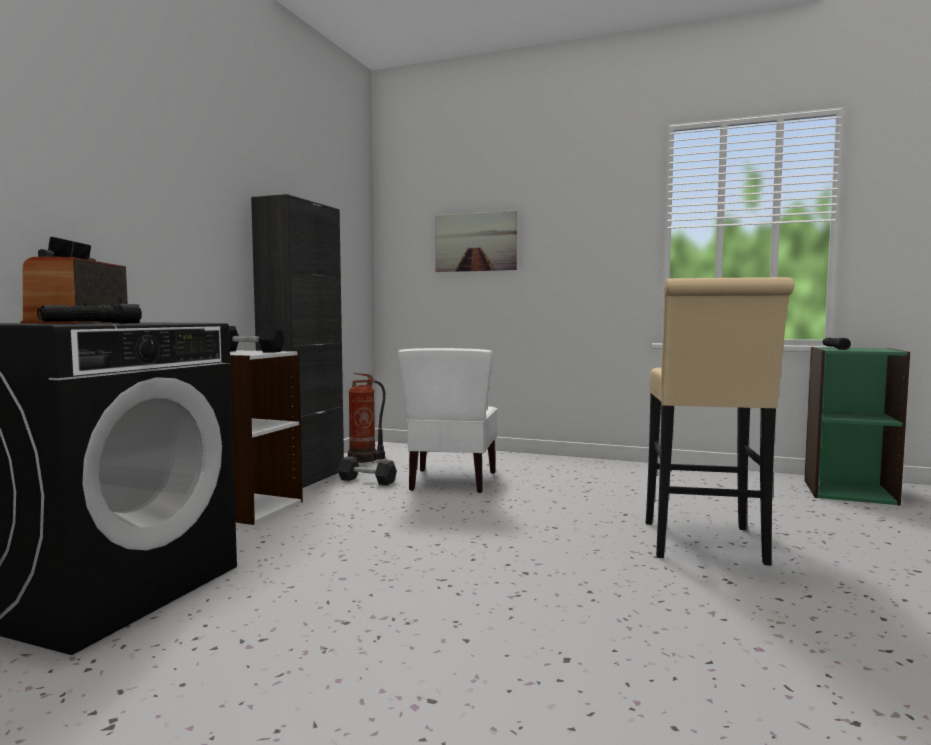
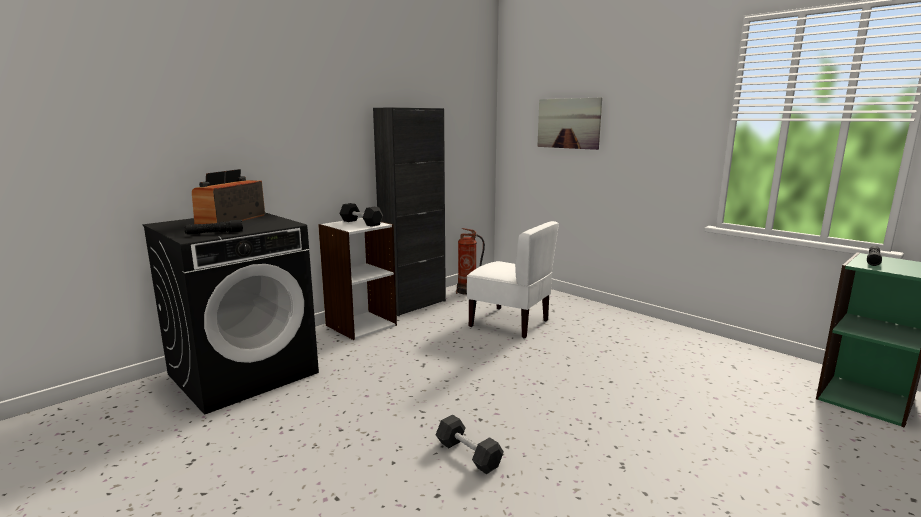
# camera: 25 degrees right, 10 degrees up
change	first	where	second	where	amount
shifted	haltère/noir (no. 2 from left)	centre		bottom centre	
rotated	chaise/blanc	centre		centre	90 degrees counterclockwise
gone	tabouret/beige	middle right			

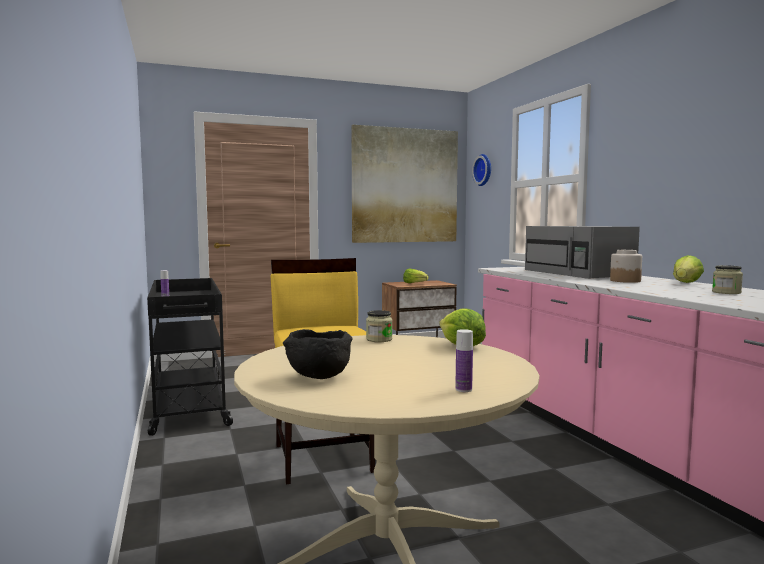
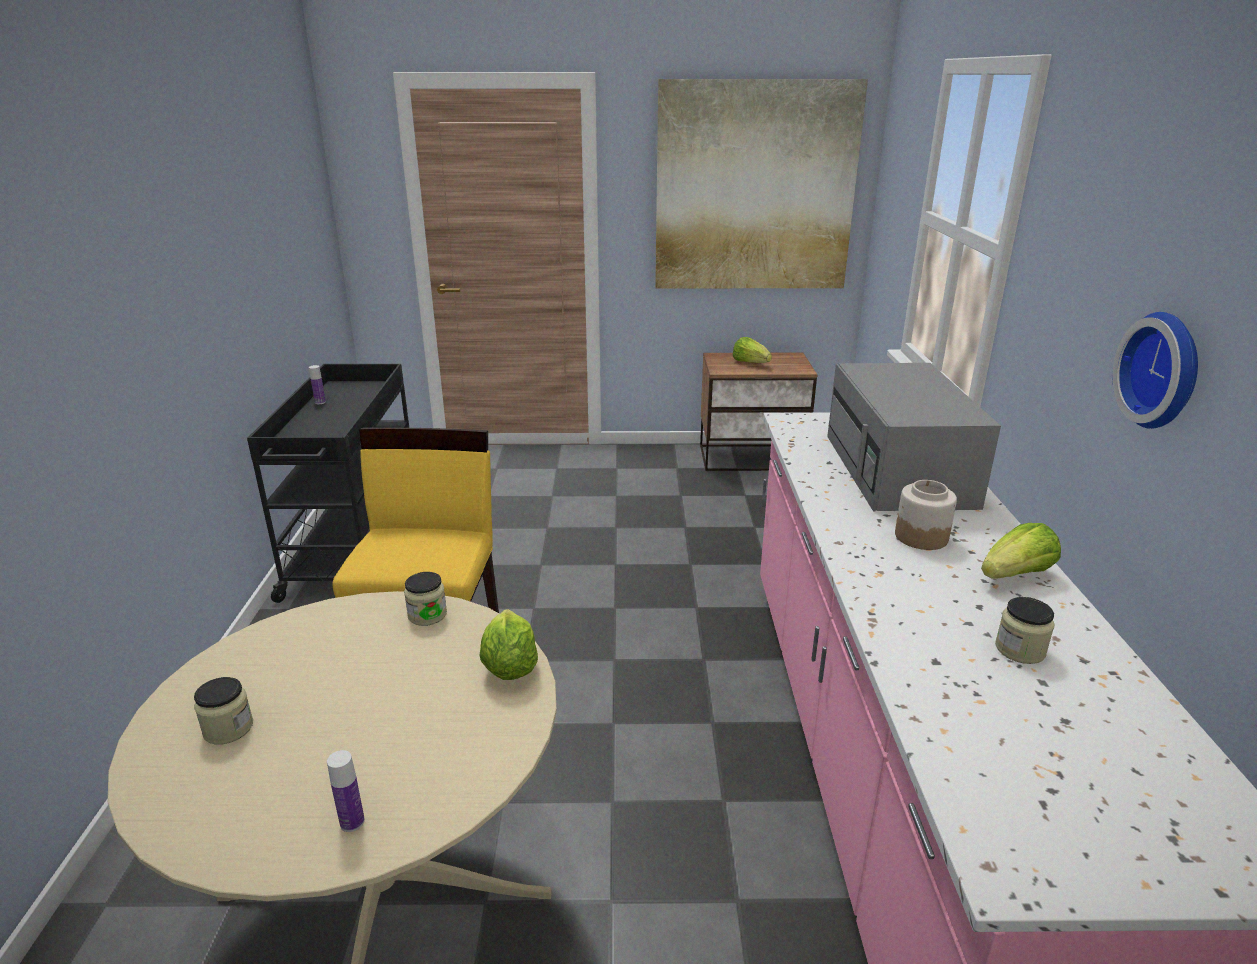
# camera: 20 degrees right, 20 degrees up
change	first	where	second	where	amount
swapped	bol/noir	centre	bocal (no. 1 from left)	bottom left	
shifted	horloge murale	top centre		middle right	

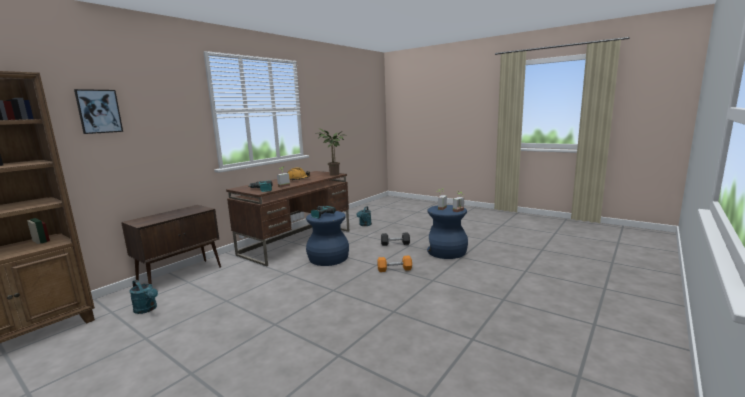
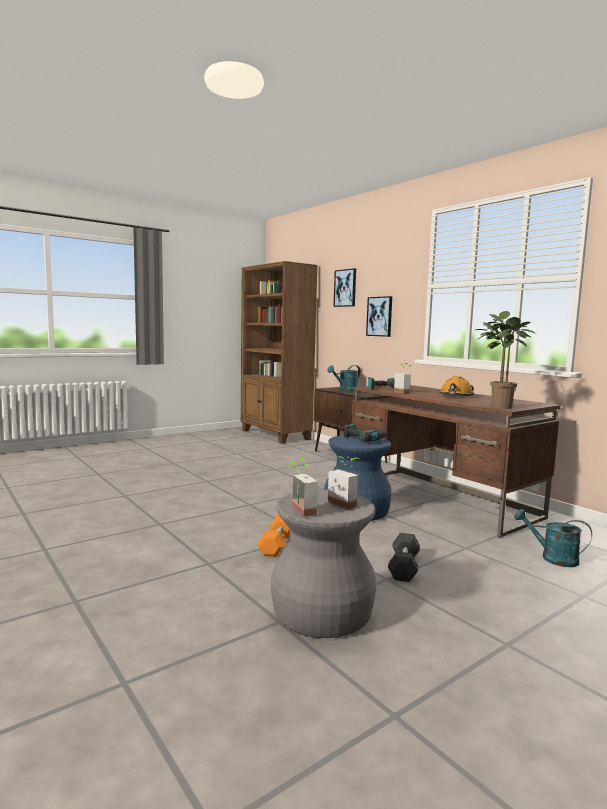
# camera: 105 degrees right, 5 degrees down
change	first	where	second	where	amount
repainted	tabouret/bleu (no. 2 from left)	centre	tabouret/gris	bottom centre	
shifted	arrosoir/turquoise (no. 1 from left)	bottom left		centre	
new			tableau (no. 2 from left)	centre	

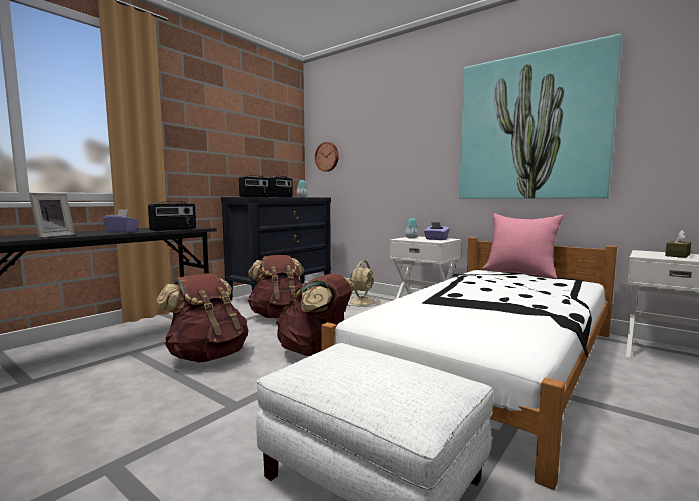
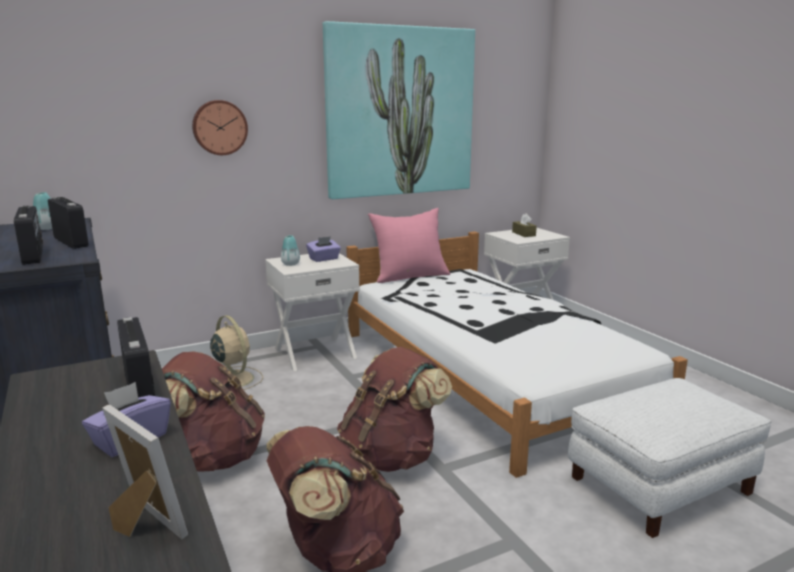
# camera: 65 degrees left, 10 degrees up
change	first	where	second	where	amount
shifted	horloge murale	top centre		top left	

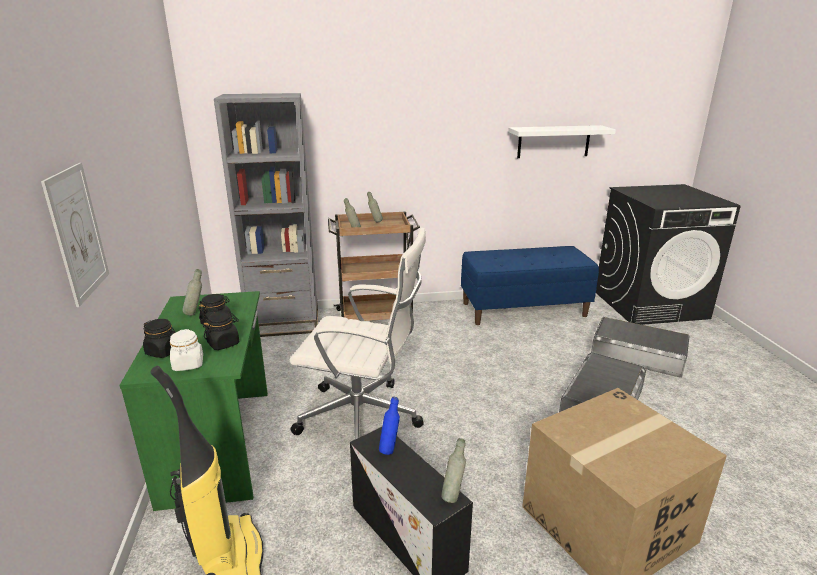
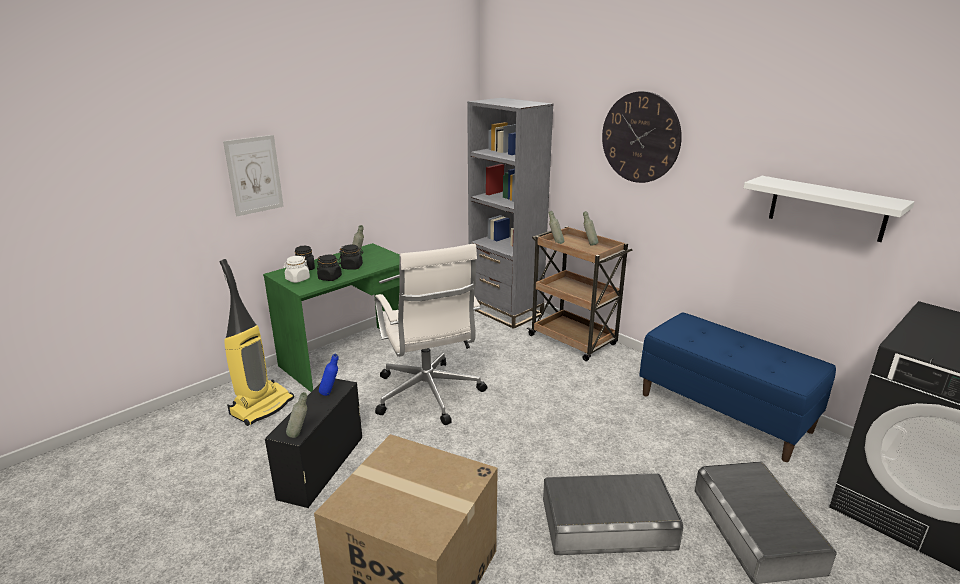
# camera: 55 degrees right, 0 degrees up
change	first	where	second	where	amount
new			horloge murale	top right	

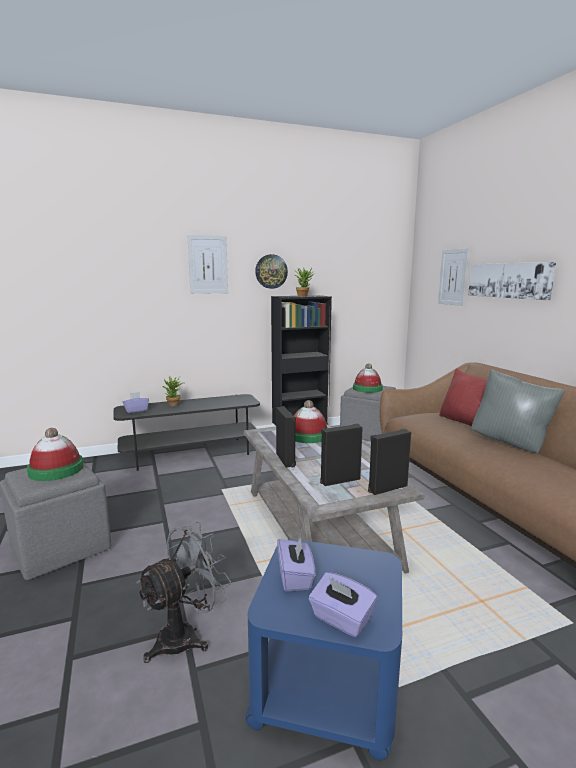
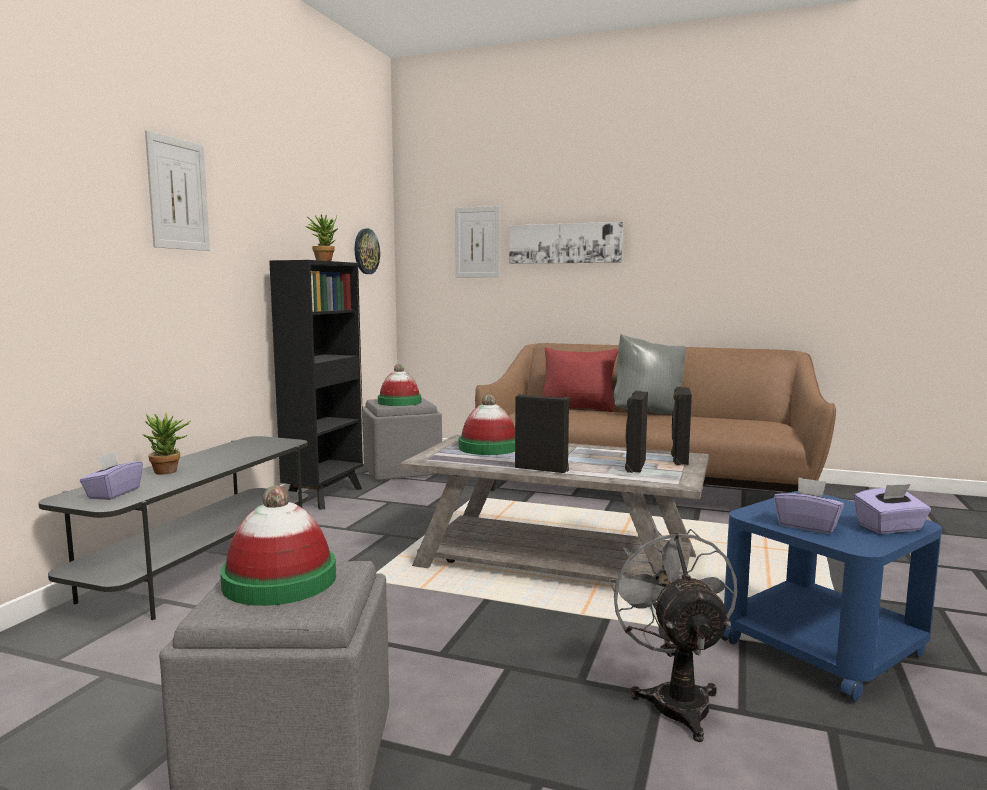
# camera: 50 degrees left, 5 degrees down
change	first	where	second	where	amount
shifted	horloge murale	centre		top centre	

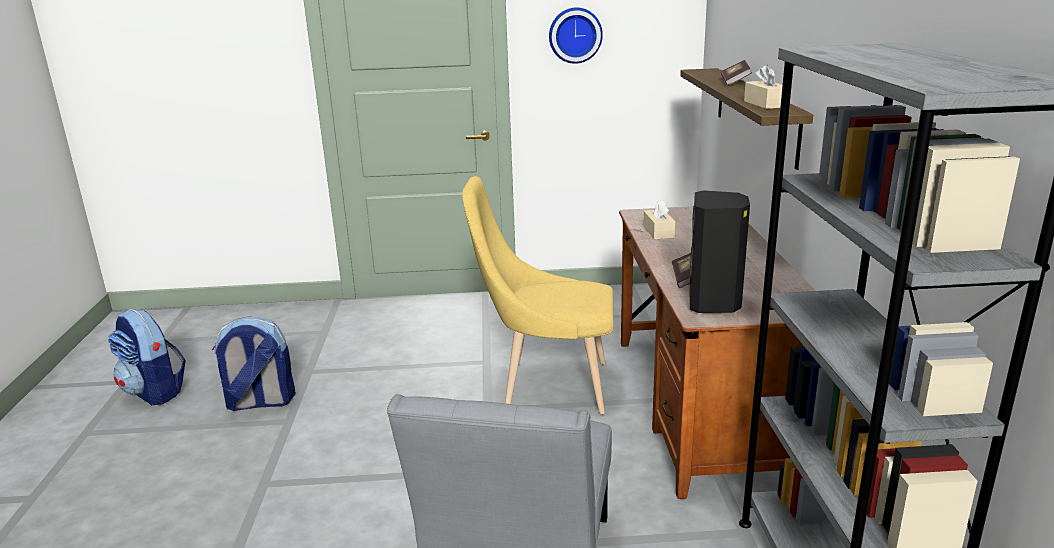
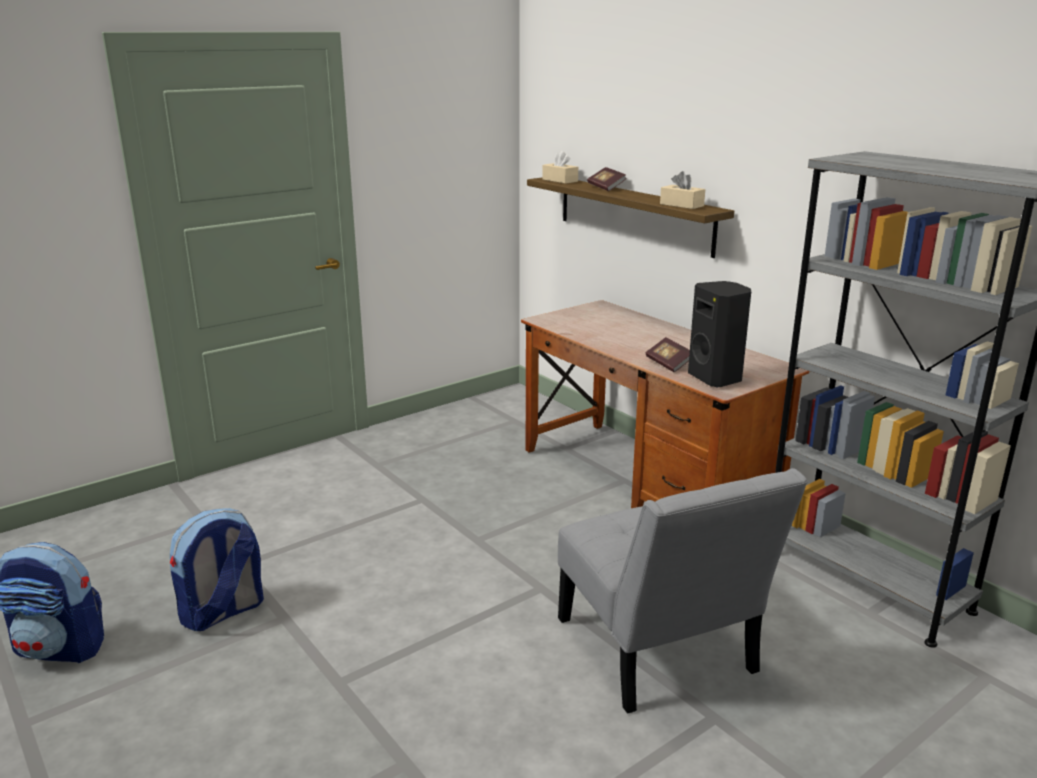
# camera: 35 degrees left, 0 degrees up
change	first	where	second	where	amount
shifted	boîte à mouchoirs/beige (no. 1 from left)	centre		top centre	
gone	chaise/jaune	centre			
gone	horloge murale	top centre			

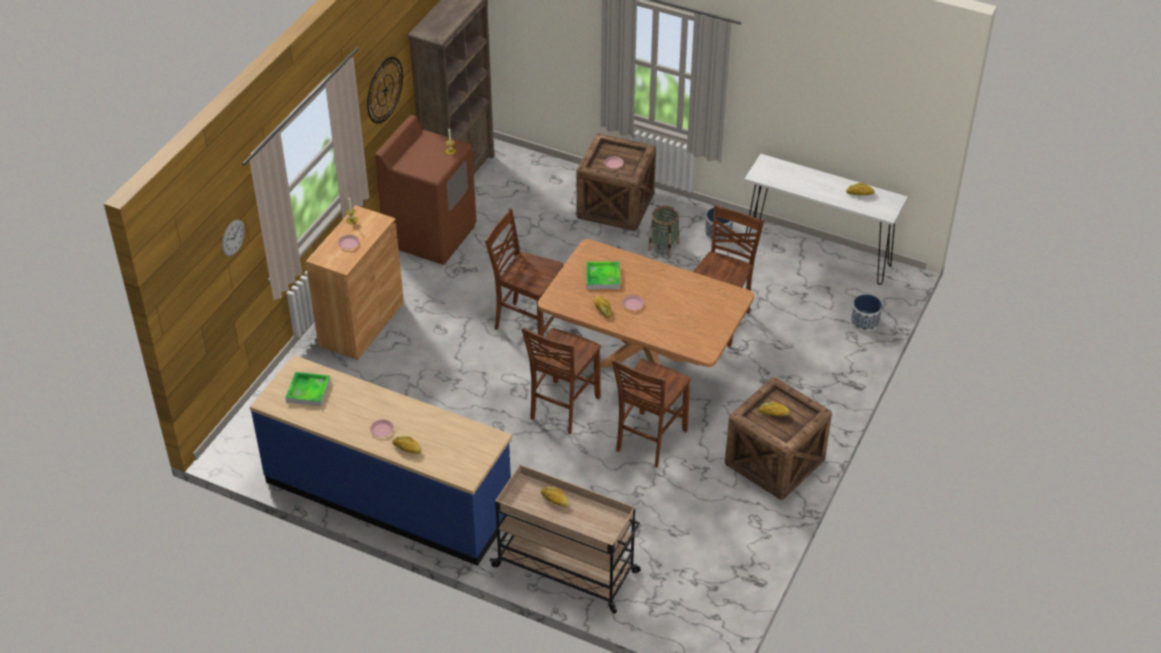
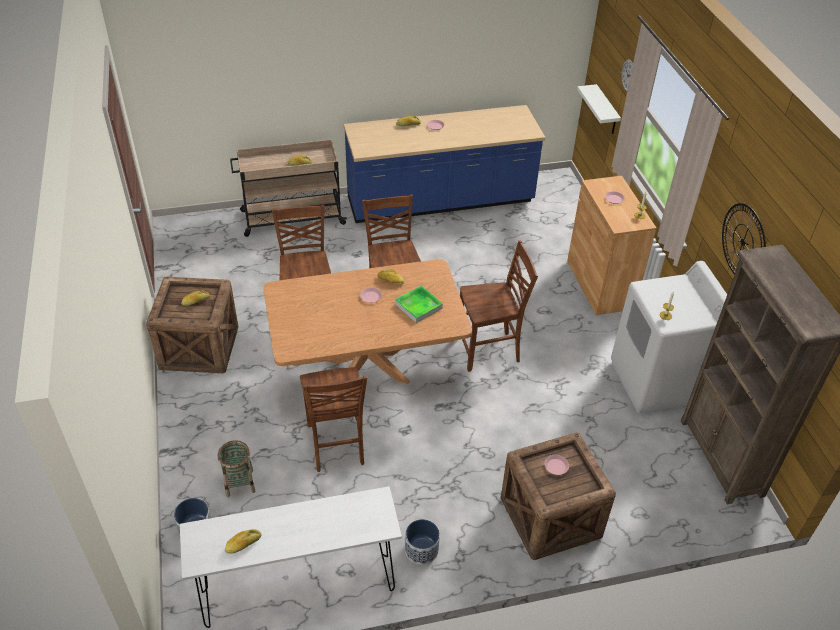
# camera: 140 degrees right, 0 degrees up
change	first	where	second	where	amount
shifted	panier	centre		bottom left	
new			étagère/blanc	top right	
repainted	lave-linge/marron	top centre	lave-linge/blanc	middle right	
gone	plateau (no. 1 from left)	middle left			

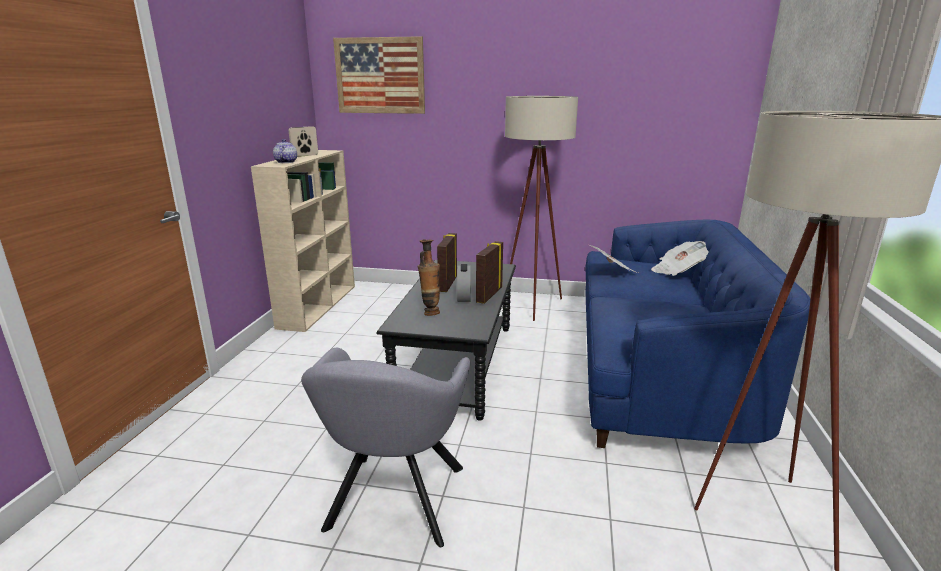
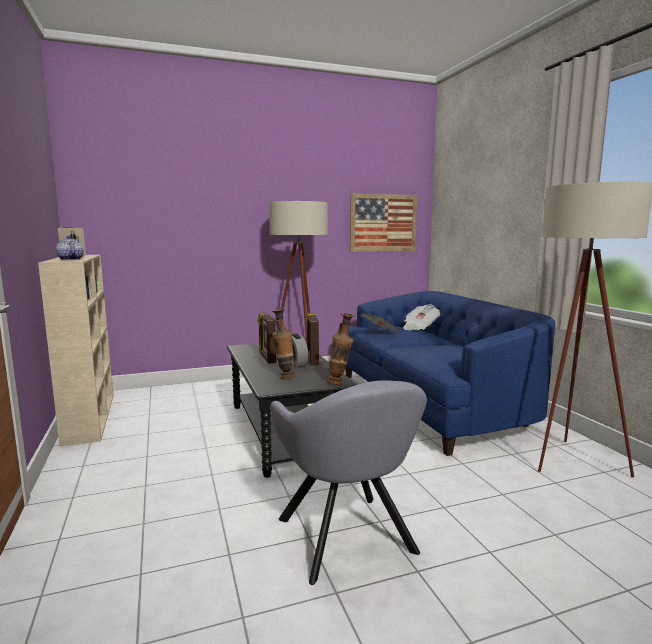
# camera: 30 degrees left, 10 degrees down
change	first	where	second	where	amount
new			vase (no. 2 from left)	centre	
shifted	tableau	top centre		centre	

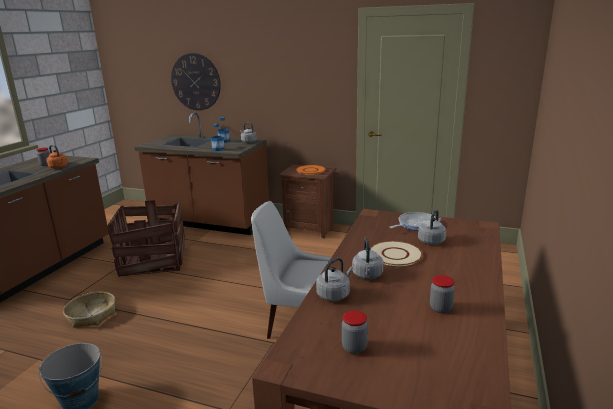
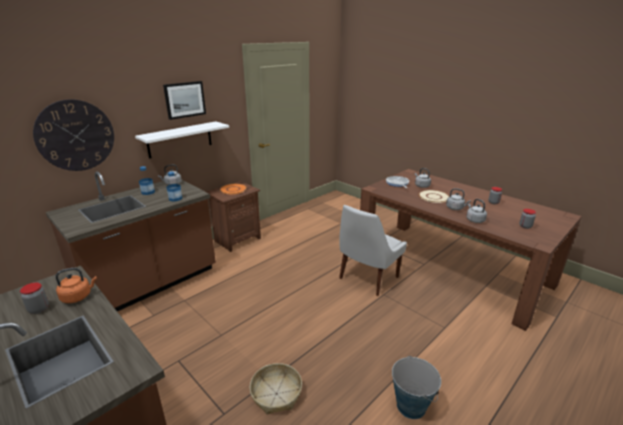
# camera: 65 degrees left, 5 degrees up
change	first	where	second	where	amount
new			étagère/blanc	top left	
new			tableau	top left	
gone	caisse	middle left			

